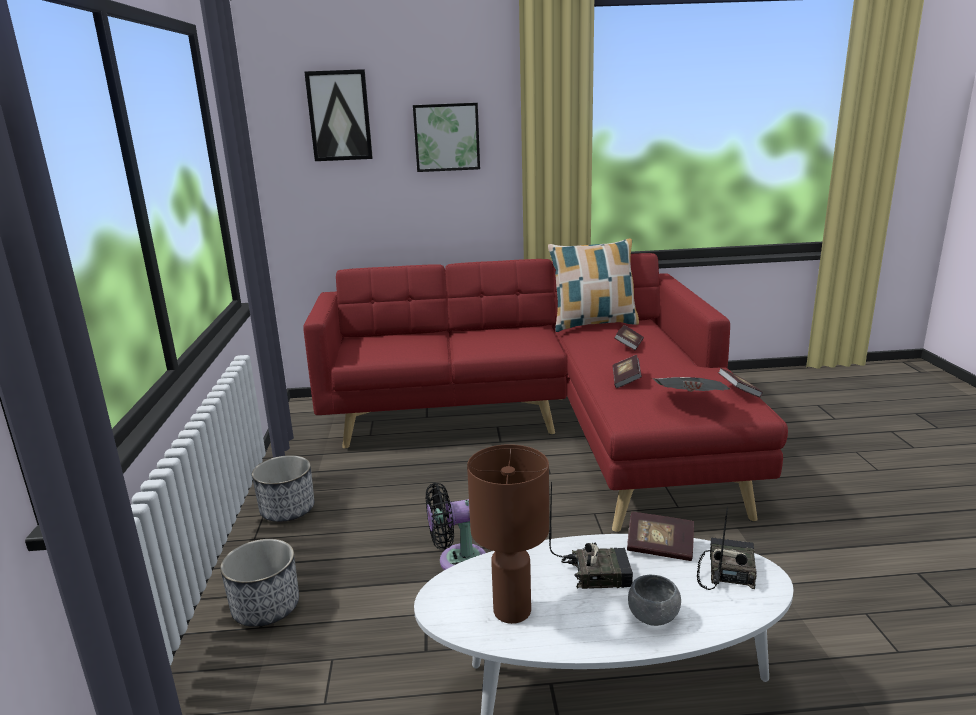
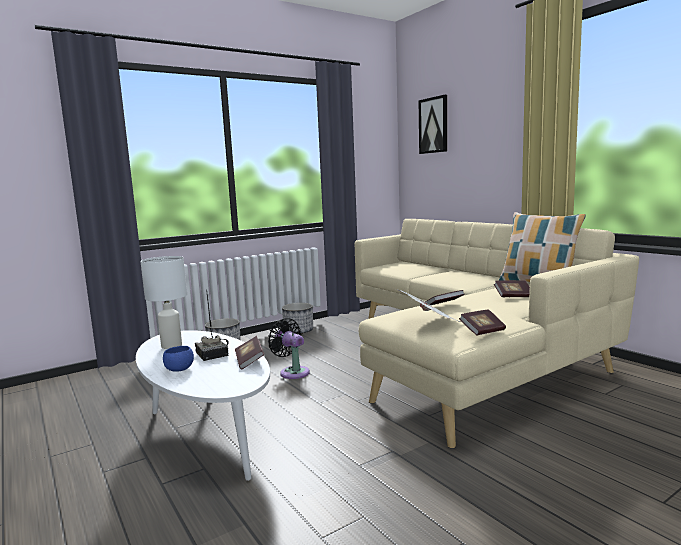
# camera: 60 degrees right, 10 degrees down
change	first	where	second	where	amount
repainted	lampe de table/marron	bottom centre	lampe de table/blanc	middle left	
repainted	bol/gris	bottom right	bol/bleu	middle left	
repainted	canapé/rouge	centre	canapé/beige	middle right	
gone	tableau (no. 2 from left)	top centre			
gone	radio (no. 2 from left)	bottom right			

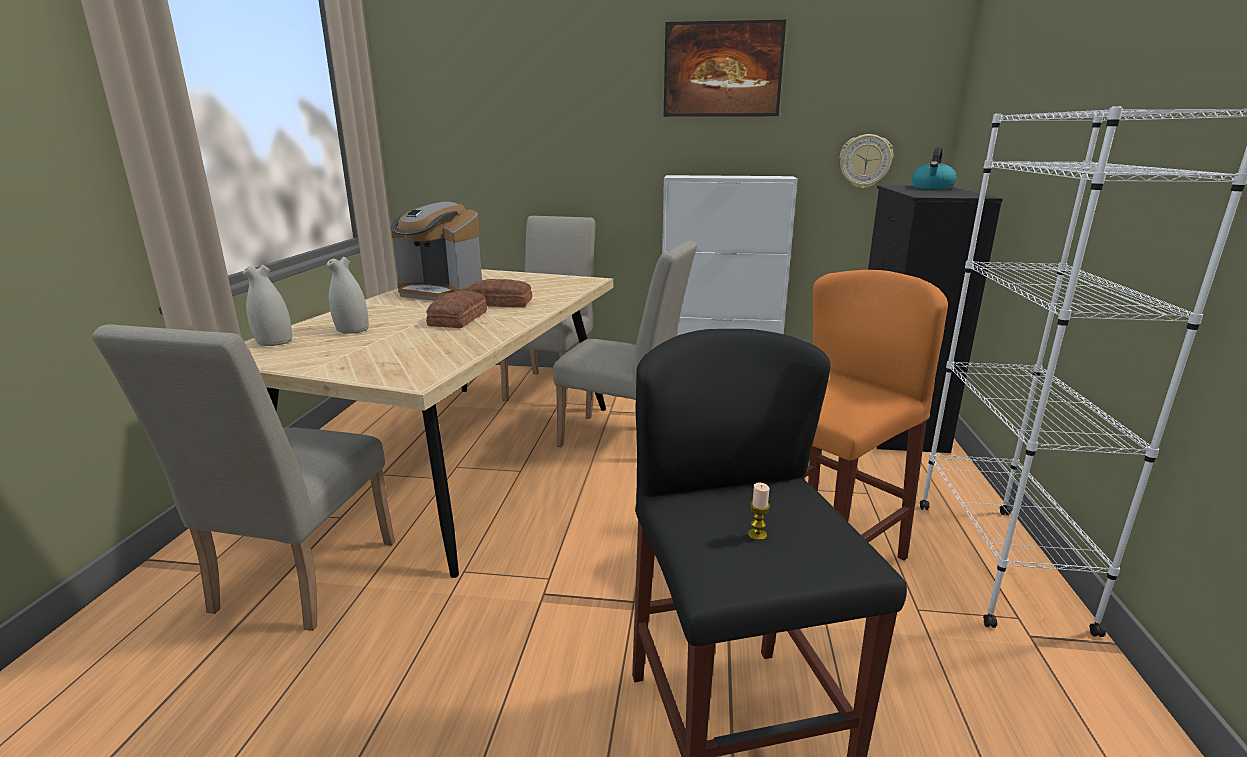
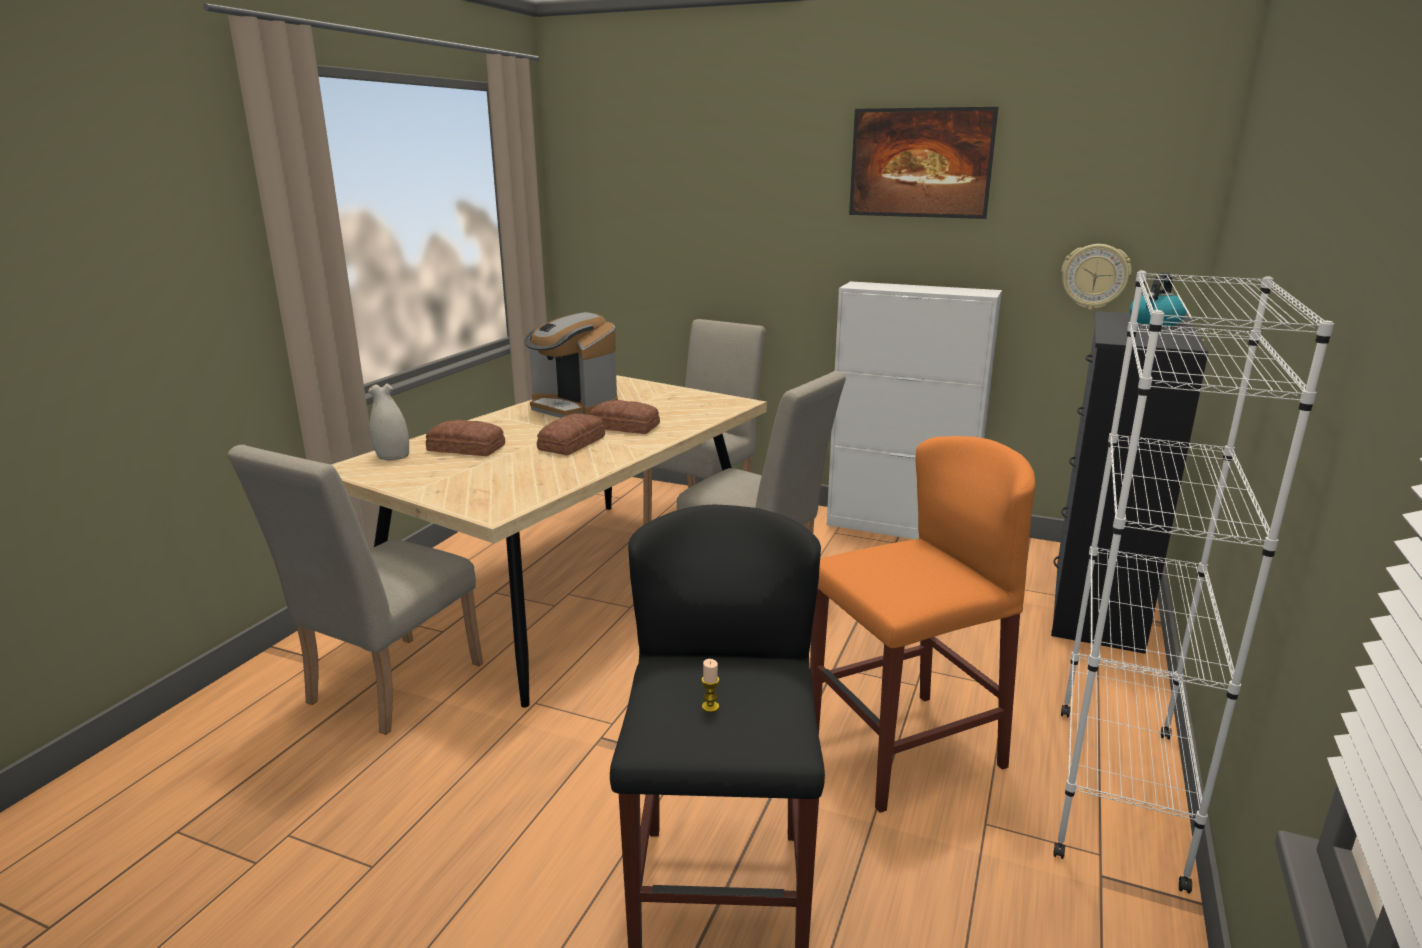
# camera: 15 degrees right, 0 degrees up
change	first	where	second	where	amount
swapped	vase/blanc (no. 2 from left)	middle left	pain (no. 1 from left)	middle left	

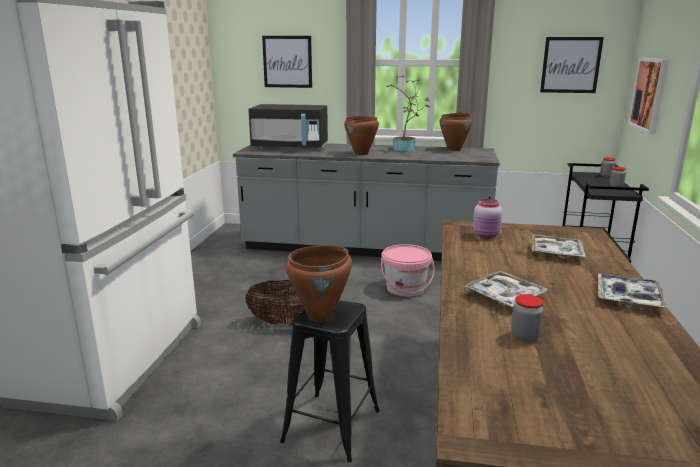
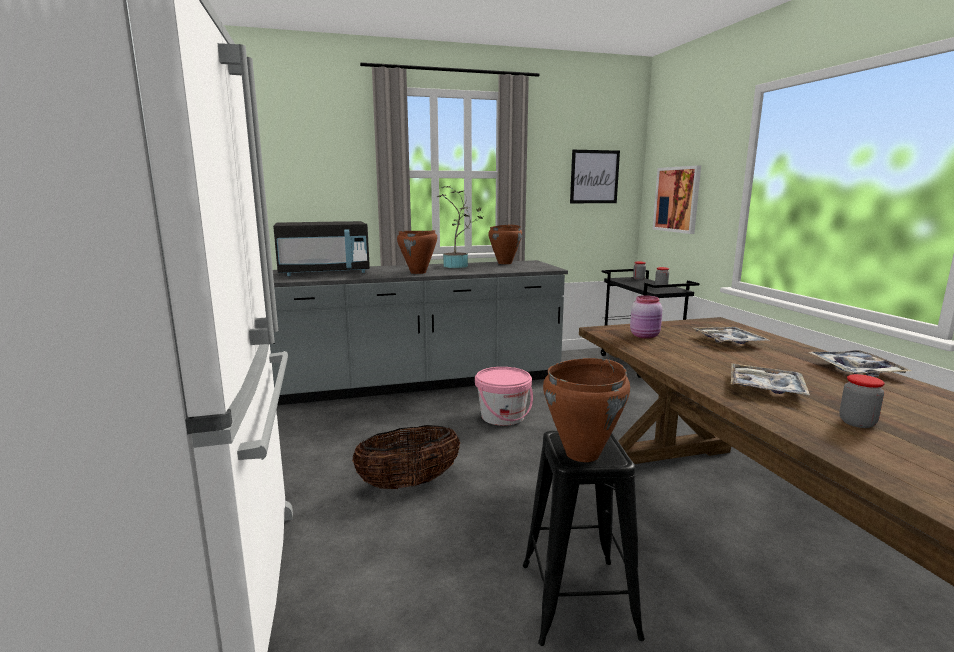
# camera: 25 degrees left, 5 degrees down
change	first	where	second	where	amount
gone	tableau (no. 1 from left)	top centre			

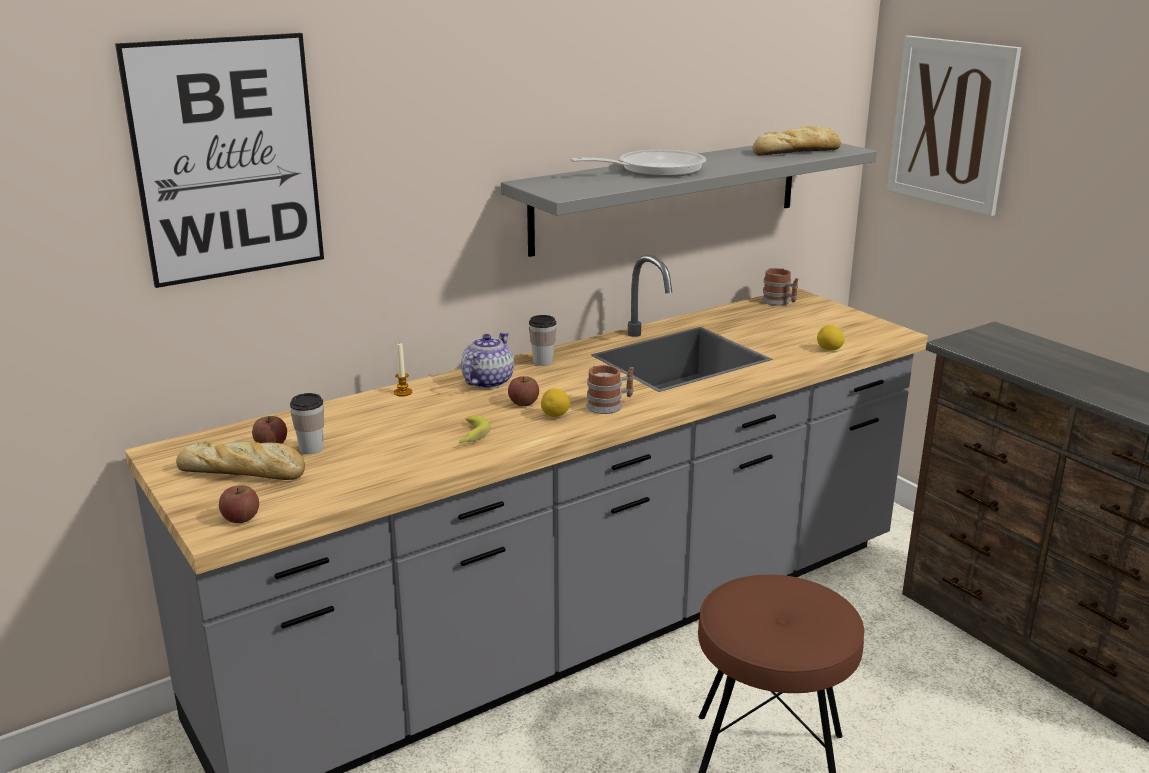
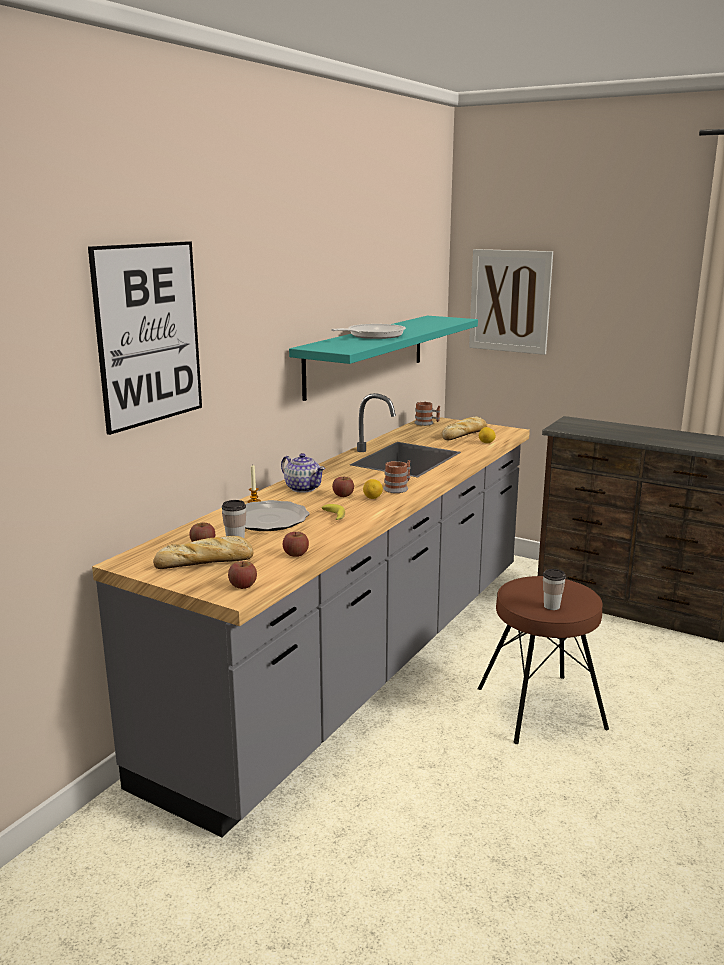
# camera: 25 degrees left, 5 degrees down
change	first	where	second	where	amount
new			assiette	centre	
rotated	théière	centre		centre	135 degrees clockwise
new			pomme (no. 3 from left)	centre	
repainted	étagère/gris	top centre	étagère/turquoise	centre	
shifted	pain (no. 2 from left)	top right		centre	
shifted	tasse (no. 2 from left)	centre		middle right	

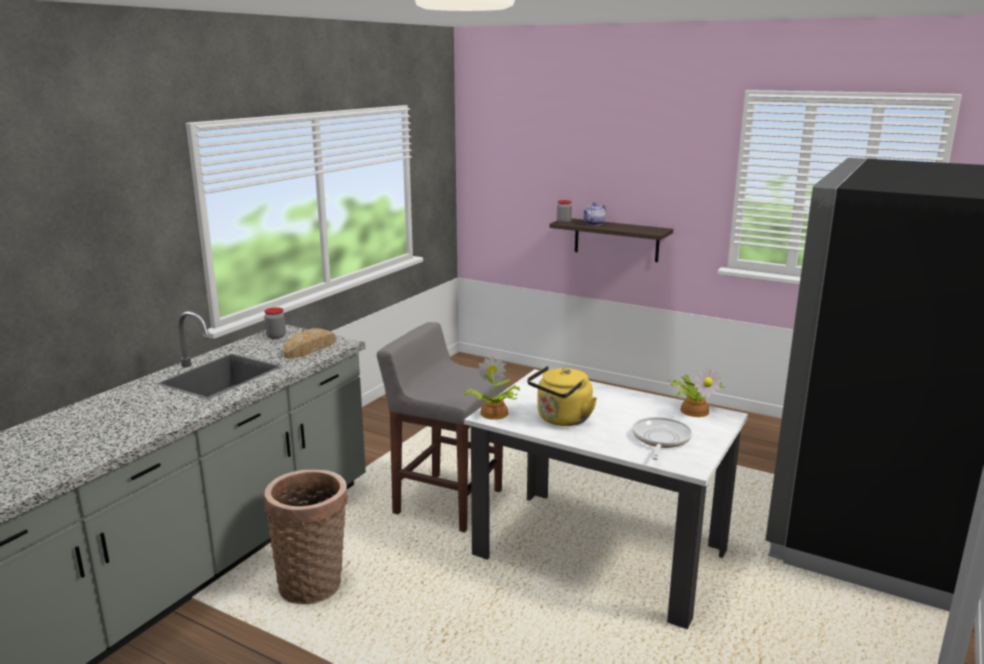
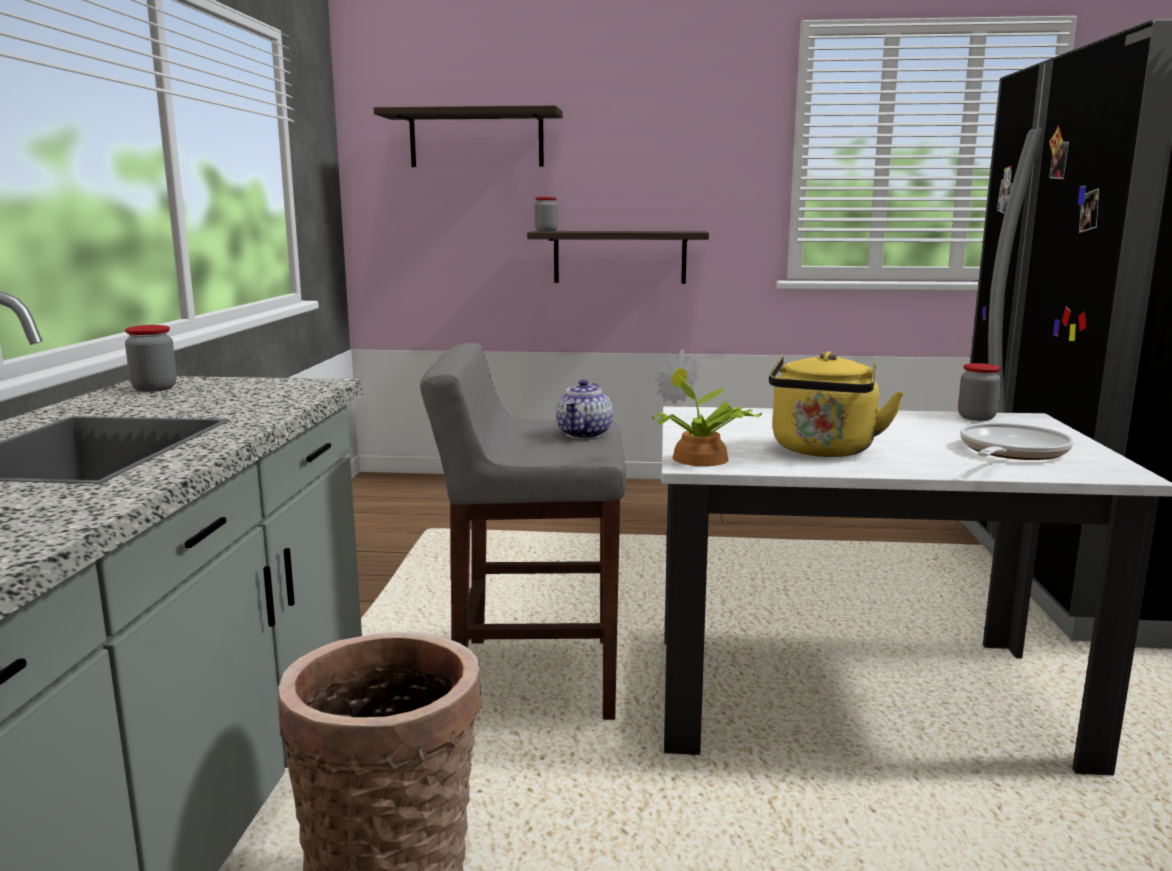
# camera: 25 degrees left, 5 degrees down
change	first	where	second	where	amount
new			étagère (no. 1 from left)	top centre	
shifted	théière	top centre		centre	
swapped	plante en pot (no. 2 from left)	middle right	bocal (no. 3 from left)	middle right	
rotated	poêle	middle right		middle right	45 degrees clockwise
gone	pain	middle left			

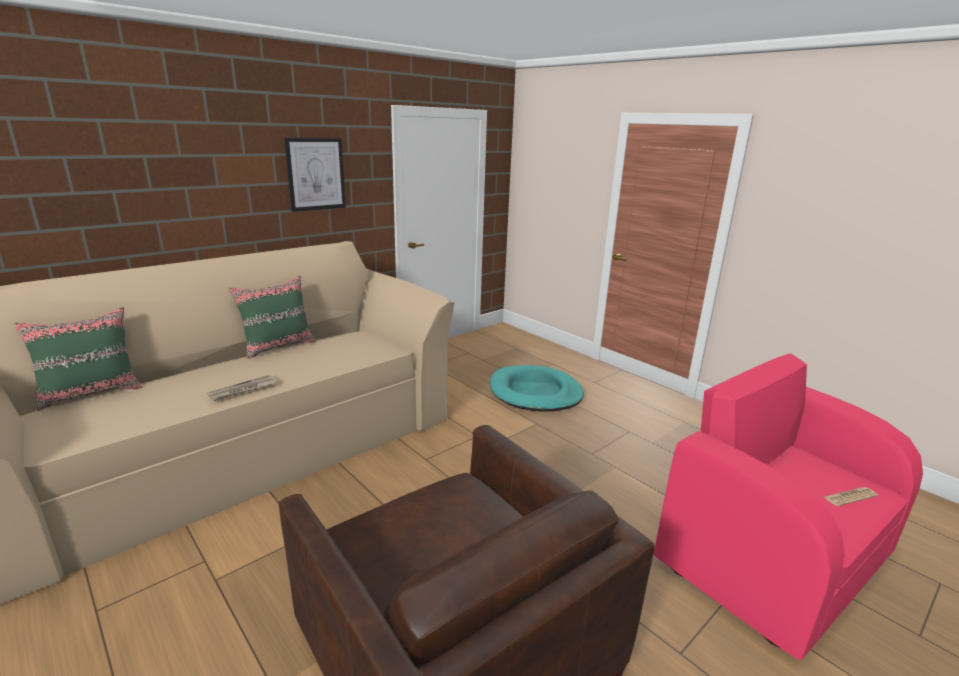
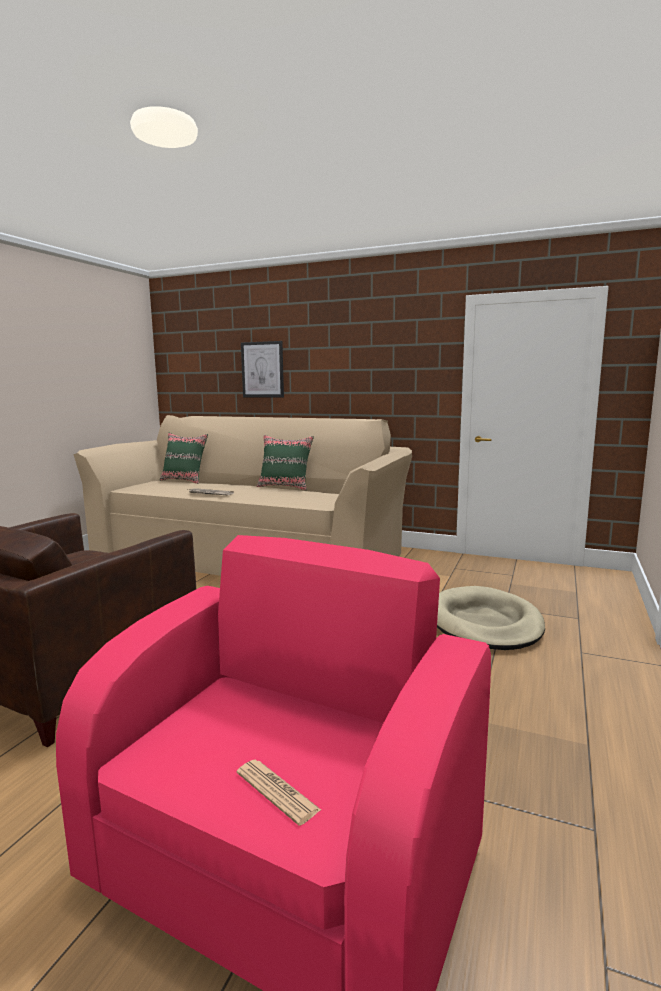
# camera: 65 degrees right, 10 degrees down
change	first	where	second	where	amount
shifted	tableau	top left		centre	
repainted	panier pour chien/turquoise	centre	panier pour chien/beige	middle right	

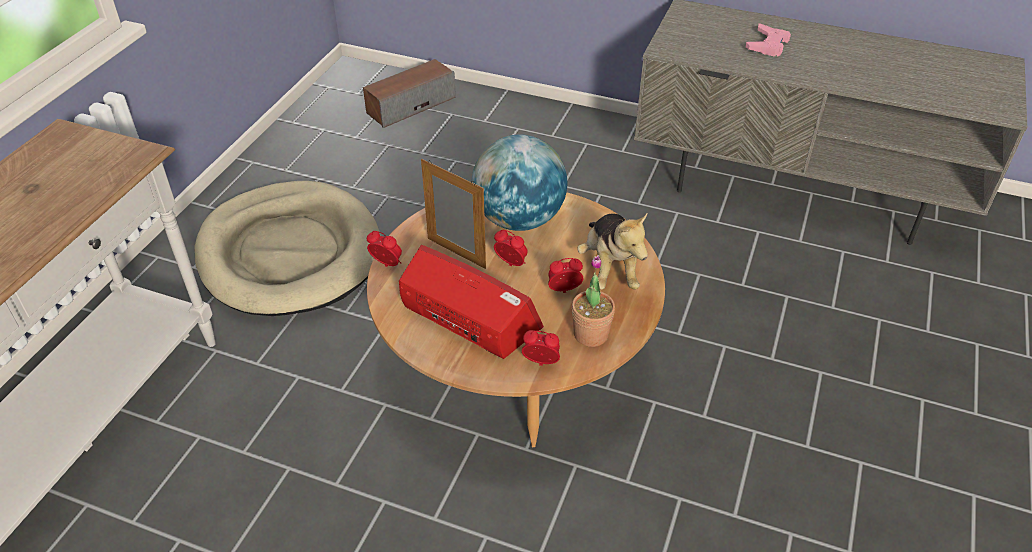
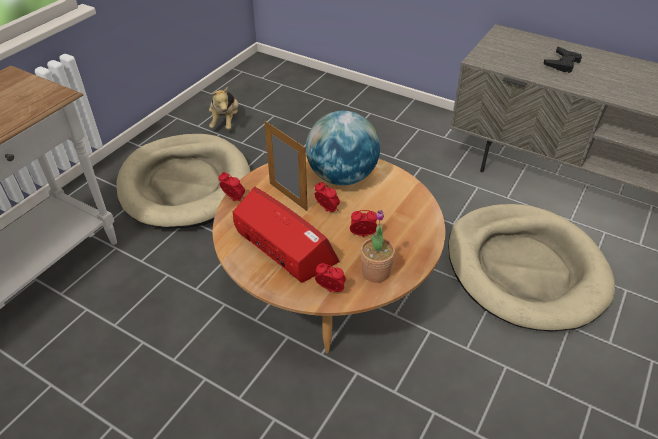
# camera: 10 degrees right, 0 degrees up
change	first	where	second	where	amount
shifted	peluche	centre		top centre	
new			panier pour chien/beige (no. 2 from left)	middle right	
repainted	manette/rose	top right	manette/noir	top right	
gone	enceinte	top centre			

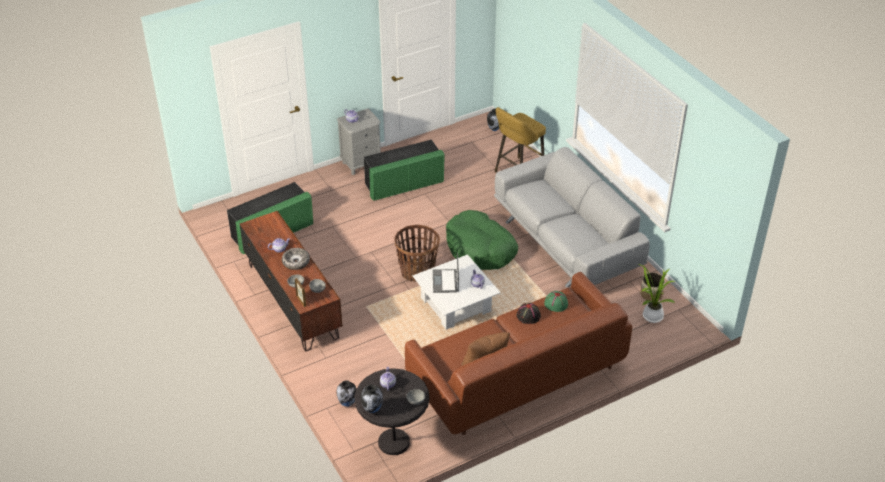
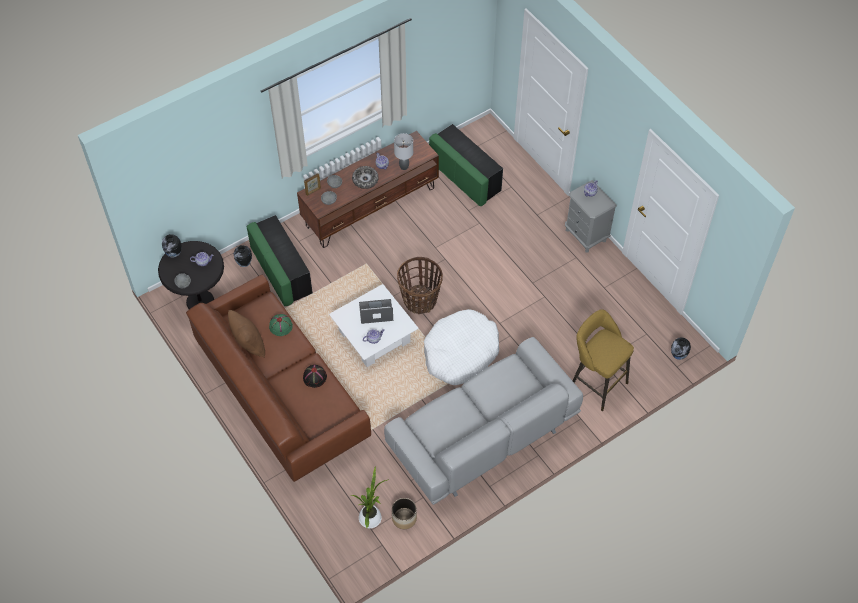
# camera: 85 degrees right, 15 degrees up
change	first	where	second	where	amount
shifted	pouf/vert (no. 2 from left in the first image)	centre	pouf/vert (no. 1 from left)	middle left	
shifted	chapeau/vert	centre		middle left	
new			lampe de table/gris	top centre	
repainted	panier pour chien/vert	centre	panier pour chien/blanc	centre	

